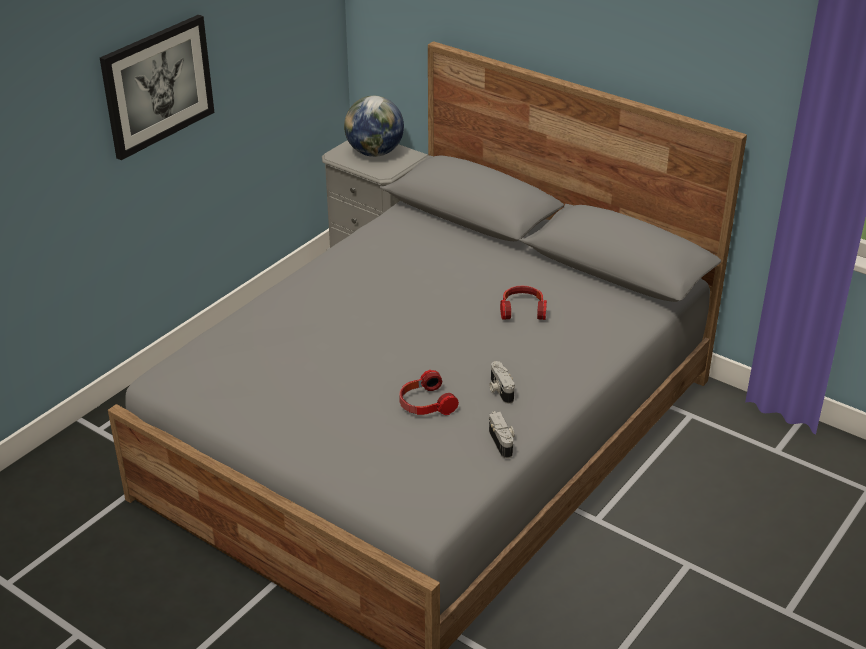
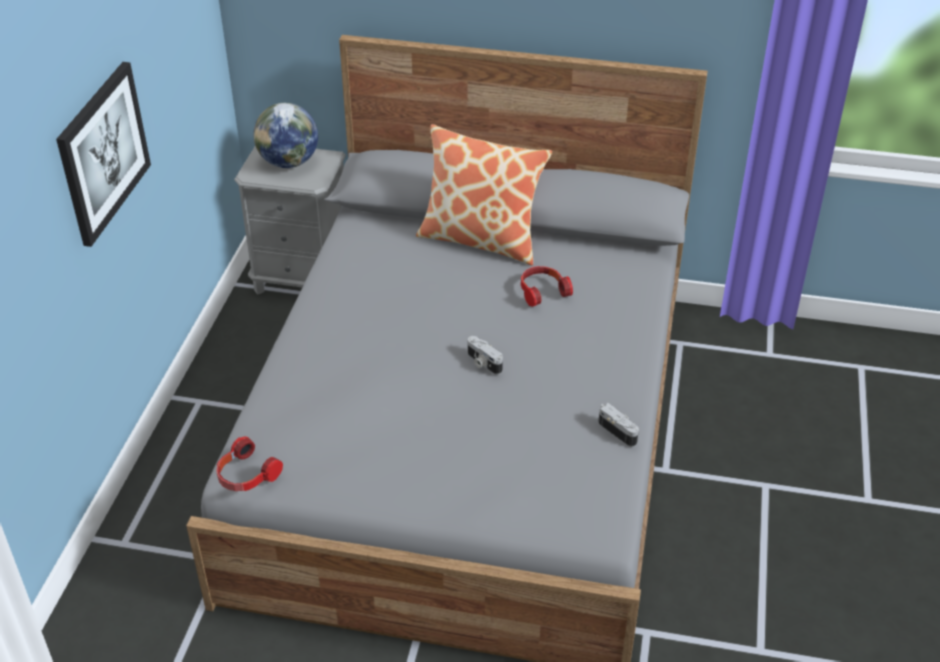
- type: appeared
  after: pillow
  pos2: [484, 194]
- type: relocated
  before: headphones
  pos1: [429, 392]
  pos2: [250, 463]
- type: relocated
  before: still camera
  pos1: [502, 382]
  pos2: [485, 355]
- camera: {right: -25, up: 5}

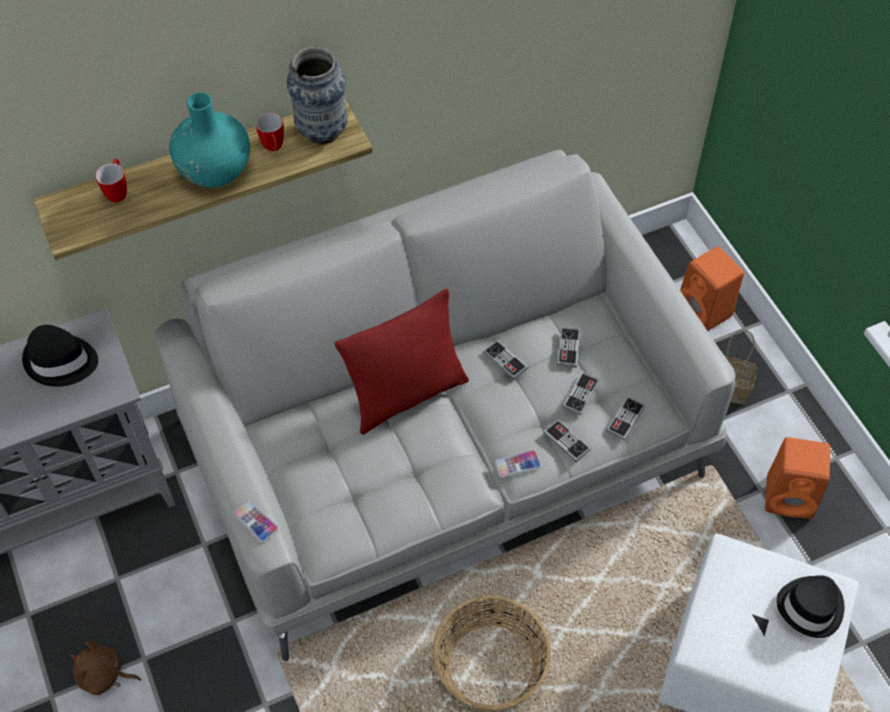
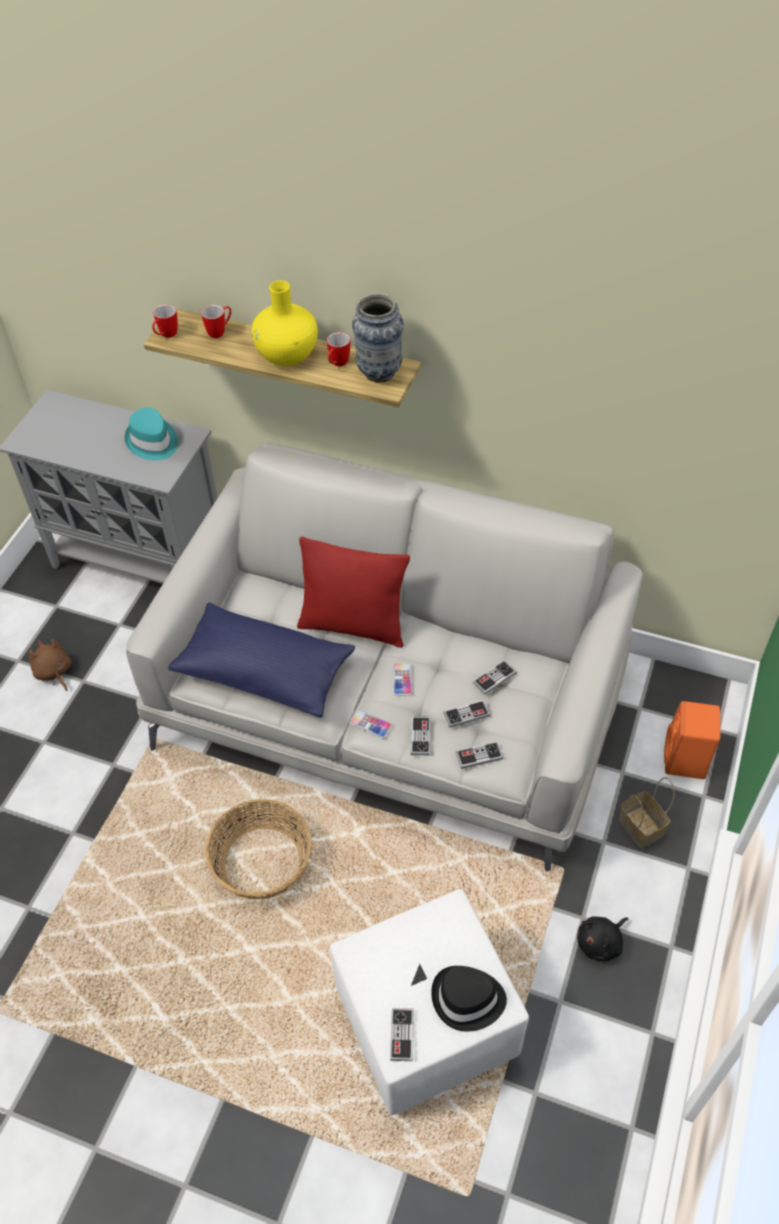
- type: appeared
  after: tea mug
  pos2: [165, 321]
- type: appeared
  after: bluish pillow
  pos2: [261, 660]
- type: relocated
  before: telephone
  pos1: [256, 521]
  pos2: [402, 679]
- type: relocated
  before: joypad
  pos1: [505, 359]
  pos2: [402, 1034]
- type: exchanged
  before: orange-coloured speaker
  after: blackish soft toy
  pos1: [797, 478]
  pos2: [602, 939]
- type: colour
  before: blackish wearable hat
  after: blue-green wearable hat
  pos1: [60, 356]
  pos2: [151, 433]
- type: colour
  before: blue-green flower vase
  after: yellow-coloured flower vase
  pos1: [209, 140]
  pos2: [284, 323]
- camera: {right: 45, up: -5}

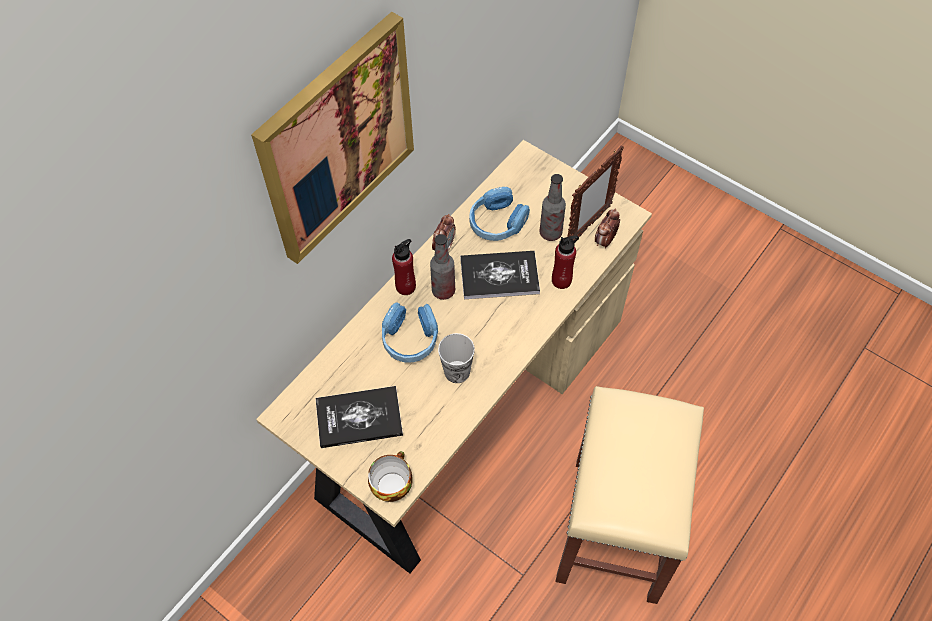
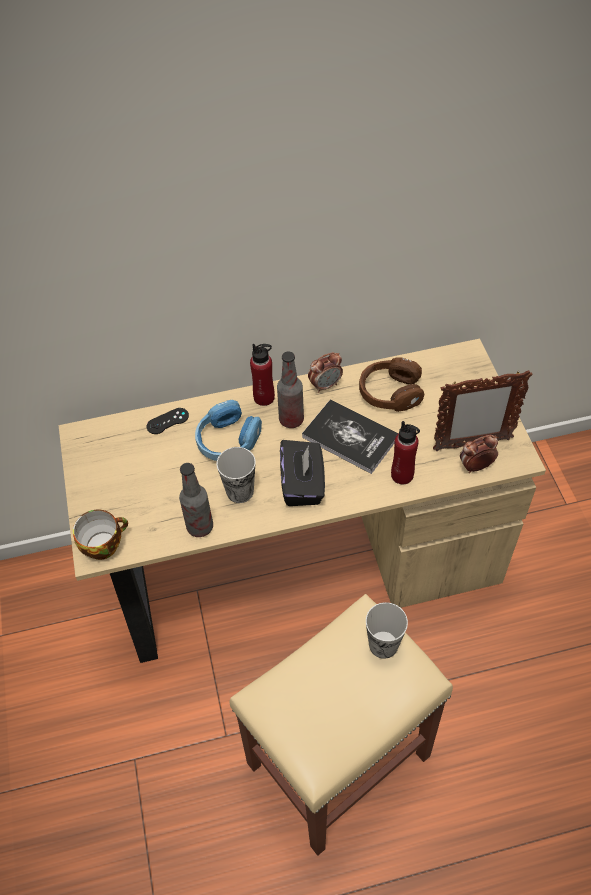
- type: missing
  before: wall picture
  pos1: [332, 138]
- type: missing
  before: bound book
  pos1: [359, 417]
- type: appeared
  after: blackish joypad
  pos2: [168, 421]
- type: appeared
  after: blackish tissue box
  pos2: [302, 473]
- type: appeared
  after: small cup
  pos2: [387, 630]
- type: relocated
  before: bottle
  pos1: [553, 207]
  pos2: [196, 500]
- type: colour
  before: bluish headphones
  after: brown headphones
  pos1: [499, 214]
  pos2: [391, 384]
- camera: {right: 40, up: -5}

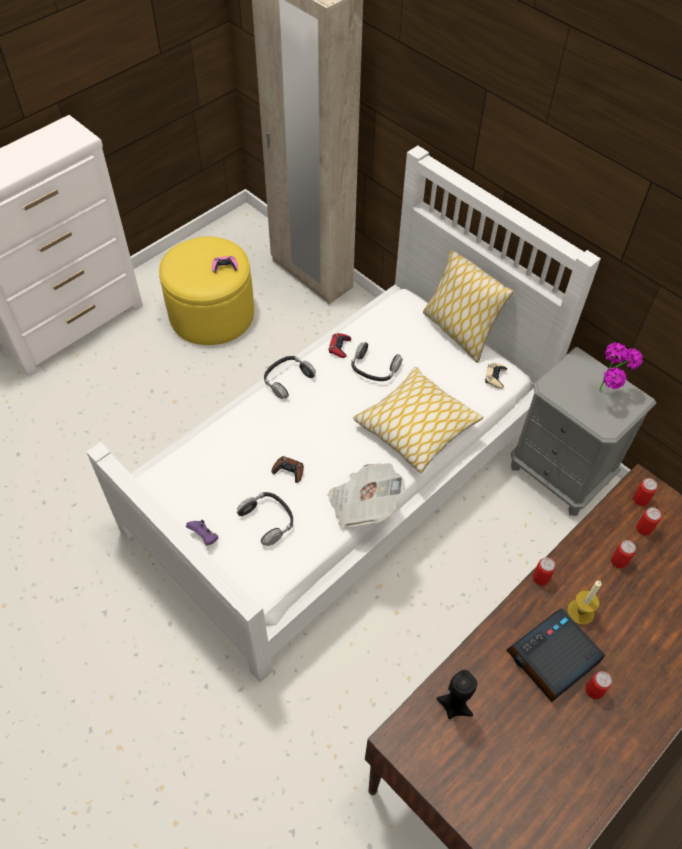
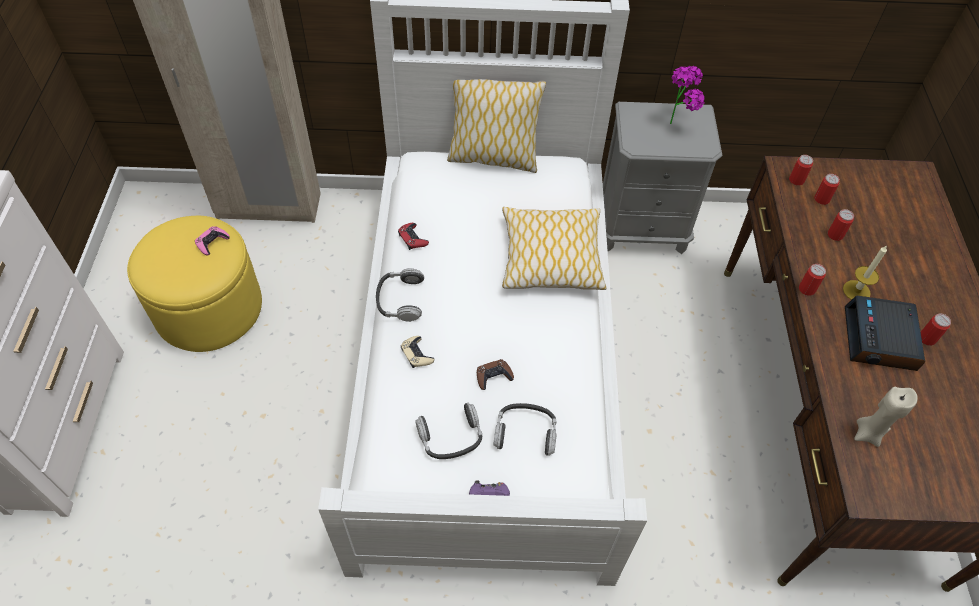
- type: missing
  before: printed paper
  pos1: [366, 495]
- type: relocated
  before: headphones
  pos1: [377, 361]
  pos2: [448, 431]
- type: relocated
  before: sand-coloured joypad
  pos1: [496, 376]
  pos2: [417, 352]
- type: colour
  before: blackish wax light
  after: sand-coloured wax light
  pos1: [456, 694]
  pos2: [886, 417]
- camera: {right: -45, up: 0}

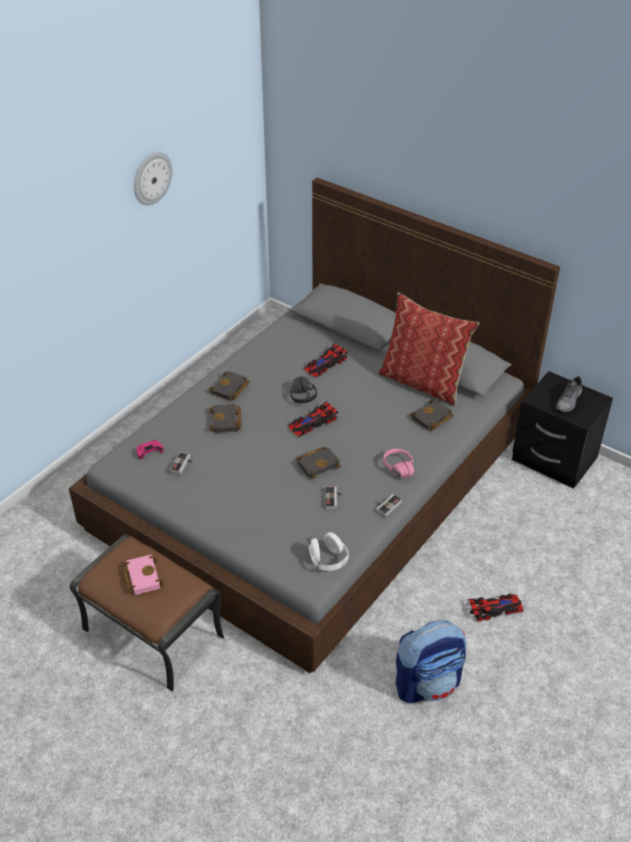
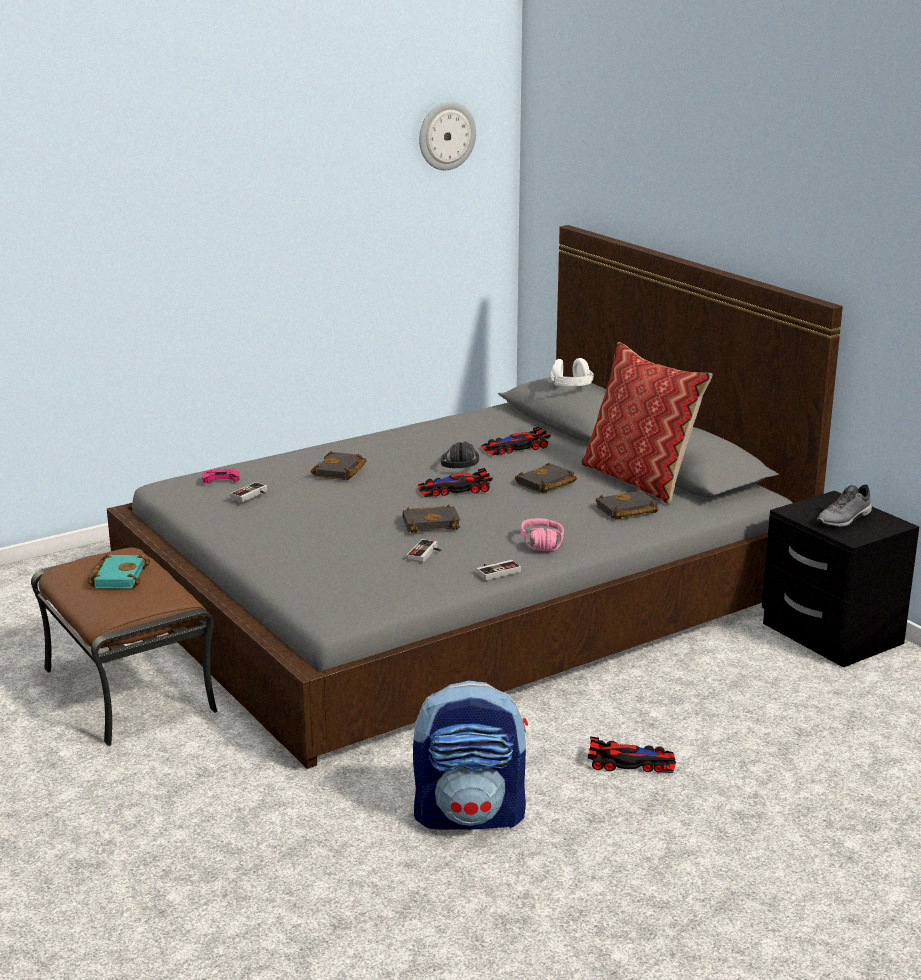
- type: relocated
  before: hanging clock
  pos1: [153, 178]
  pos2: [447, 135]
- type: relocated
  before: blackish bound book
  pos1: [229, 386]
  pos2: [546, 478]
- type: relocated
  before: whitish headphones
  pos1: [328, 551]
  pos2: [572, 372]
- type: colour
  before: pink bound book
  after: blue-green bound book
  pos1: [143, 575]
  pos2: [119, 571]
- camera: {right: 20, up: -20}

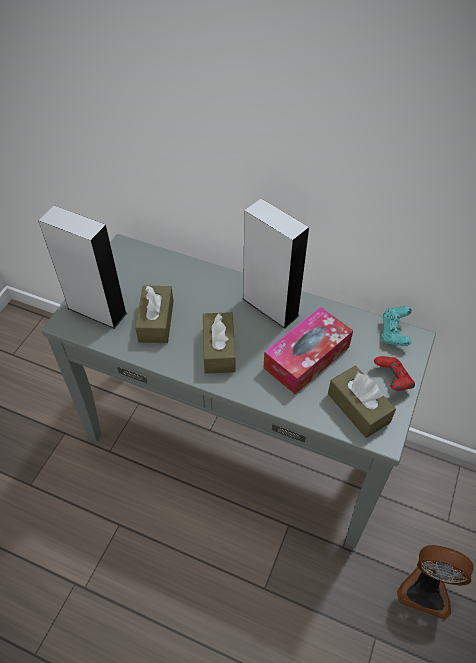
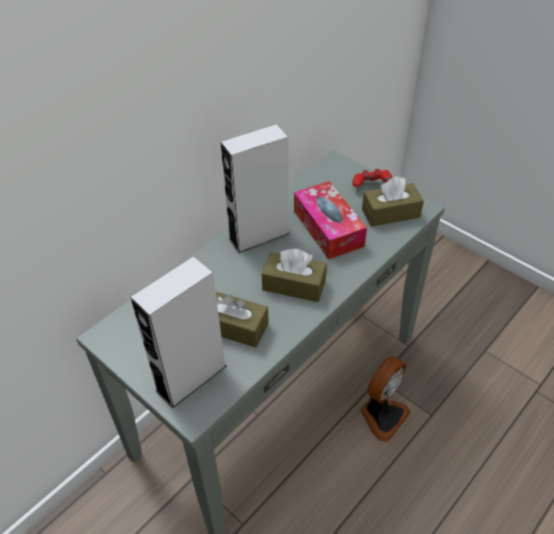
- type: missing
  before: blue-green joypad
  pos1: [397, 326]
- type: relocated
  before: electric fan
  pos1: [435, 582]
  pos2: [385, 399]
- camera: {right: -70, up: -5}

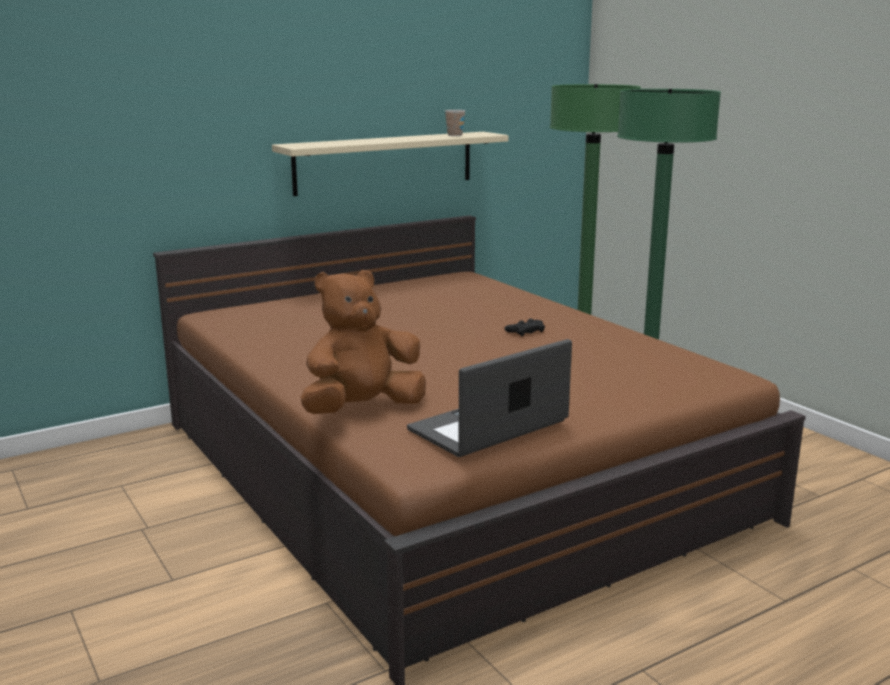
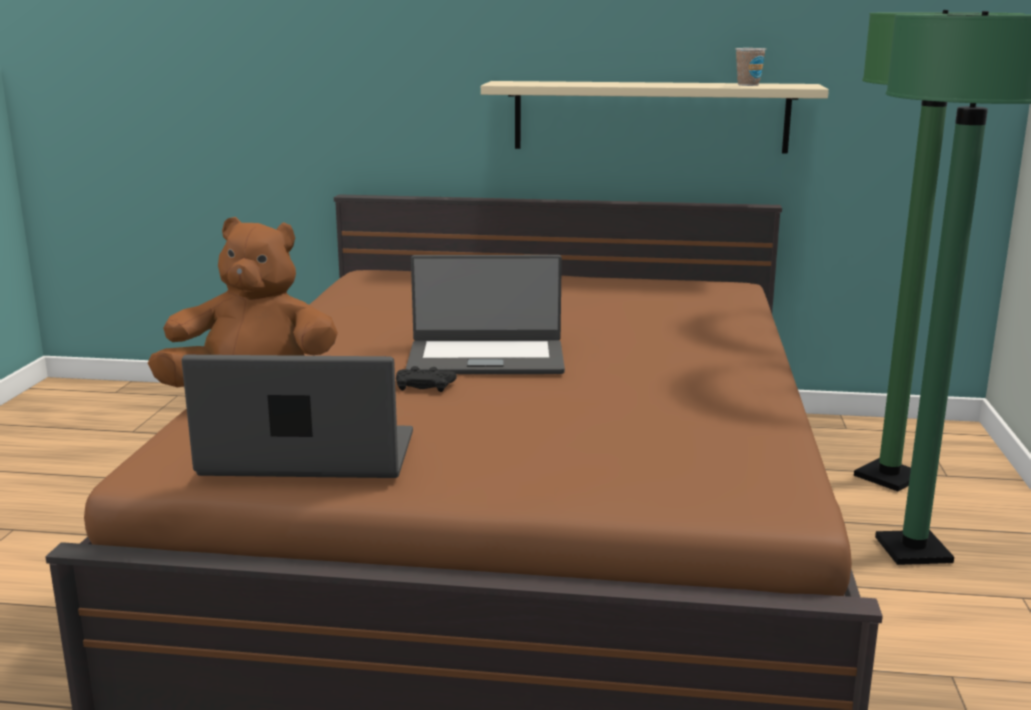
- type: appeared
  after: portable computer
  pos2: [485, 314]
- type: relocated
  before: blackish joypad
  pos1: [524, 327]
  pos2: [426, 379]
- camera: {right: 40, up: 0}

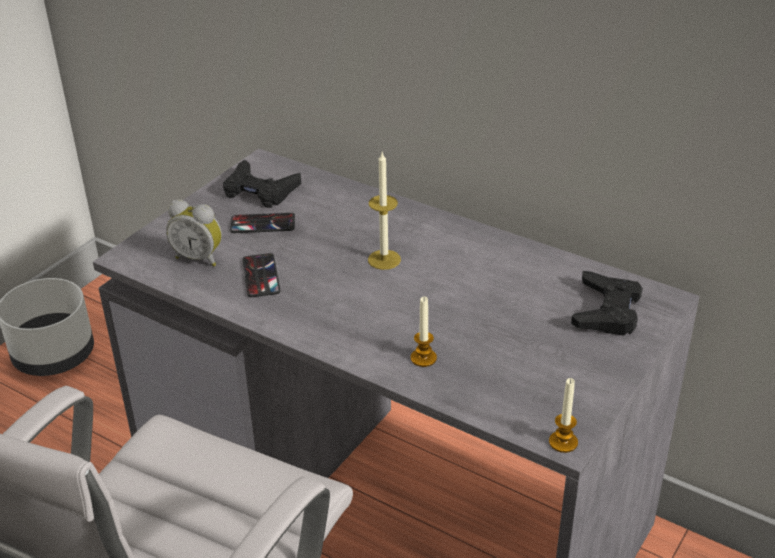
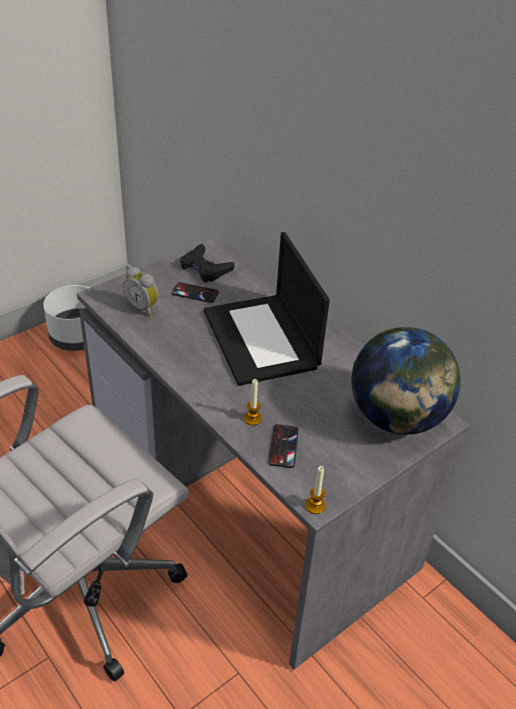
- type: relocated
  before: telephone
  pos1: [261, 275]
  pos2: [283, 446]
- type: exchanged
  before: wax light
  after: portable computer
  pos1: [384, 211]
  pos2: [267, 309]
- type: exchanged
  before: blackish joypad
  after: globe
  pos1: [607, 303]
  pos2: [406, 381]
- camera: {right: 15, up: 5}

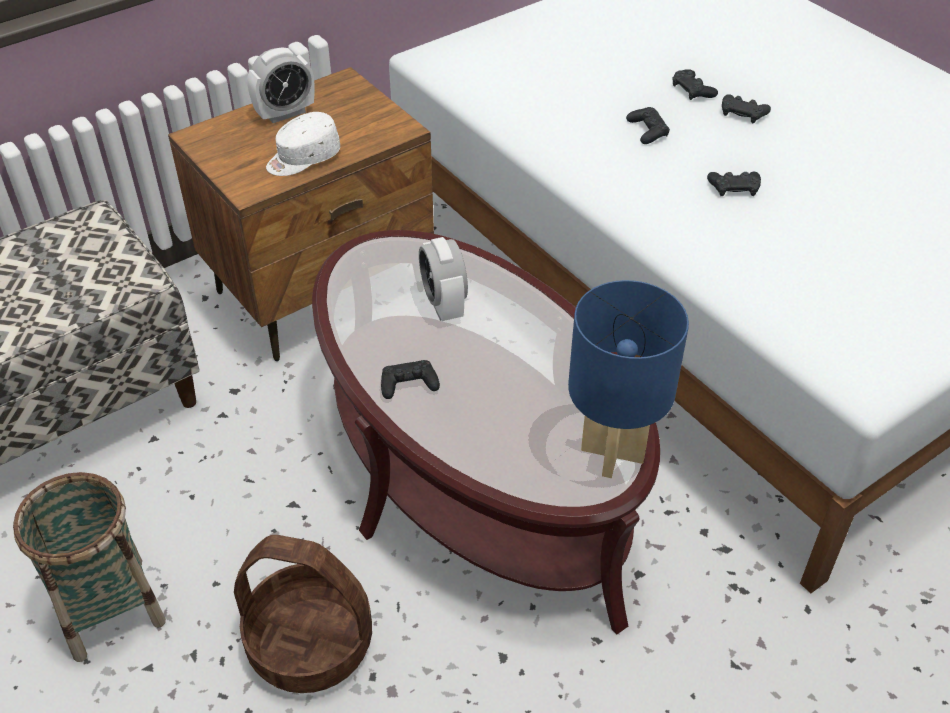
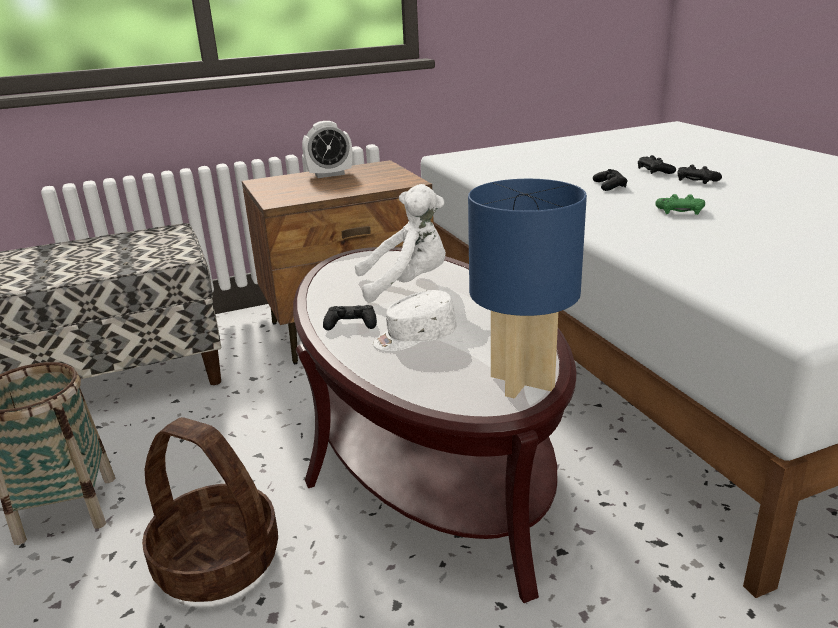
- type: relocated
  before: whitish peaked cap
  pos1: [303, 144]
  pos2: [415, 321]
- type: exchanged
  before: table clock
  after: whitish soft toy
  pos1: [443, 279]
  pos2: [400, 243]
- type: colour
  before: blackish joypad
  after: greenish joypad
  pos1: [734, 184]
  pos2: [680, 204]
- camera: {right: 15, up: -20}

